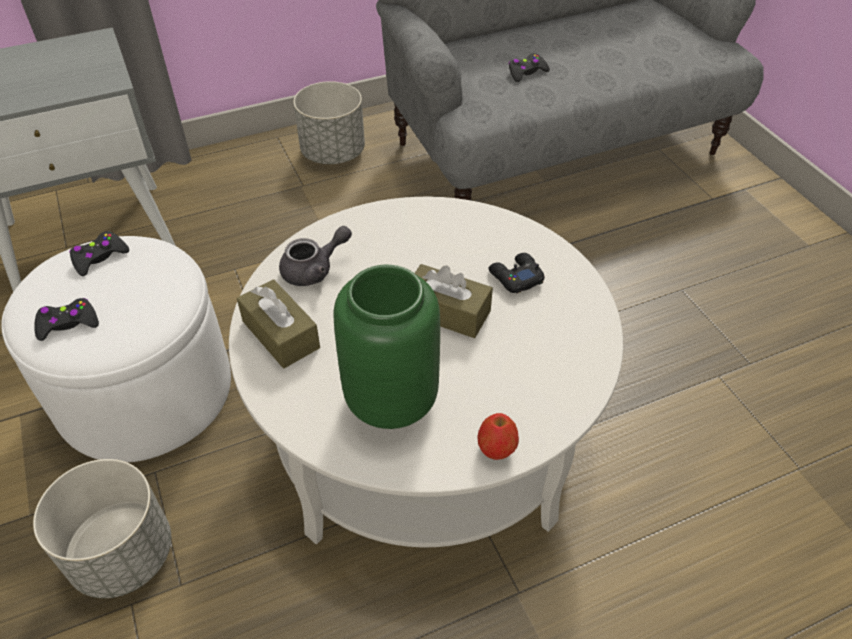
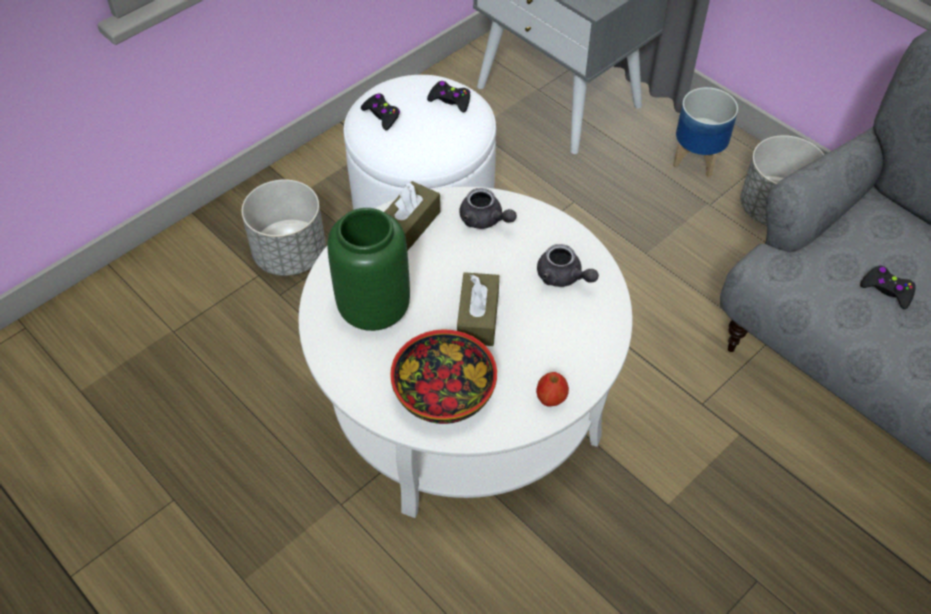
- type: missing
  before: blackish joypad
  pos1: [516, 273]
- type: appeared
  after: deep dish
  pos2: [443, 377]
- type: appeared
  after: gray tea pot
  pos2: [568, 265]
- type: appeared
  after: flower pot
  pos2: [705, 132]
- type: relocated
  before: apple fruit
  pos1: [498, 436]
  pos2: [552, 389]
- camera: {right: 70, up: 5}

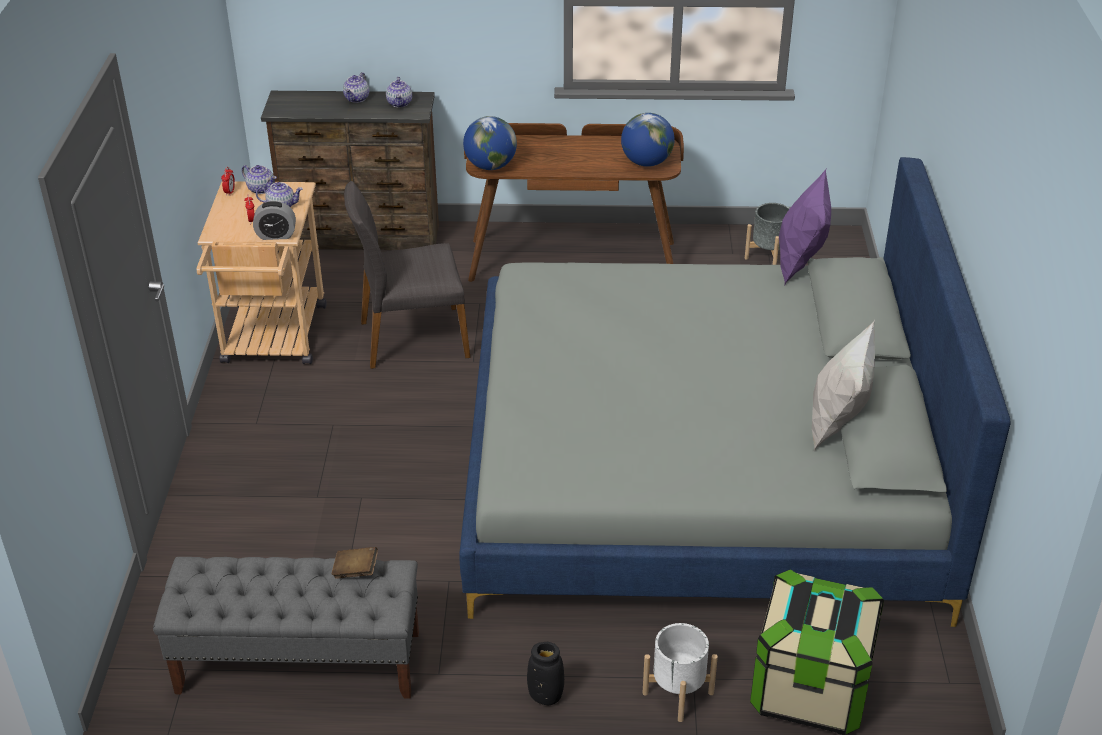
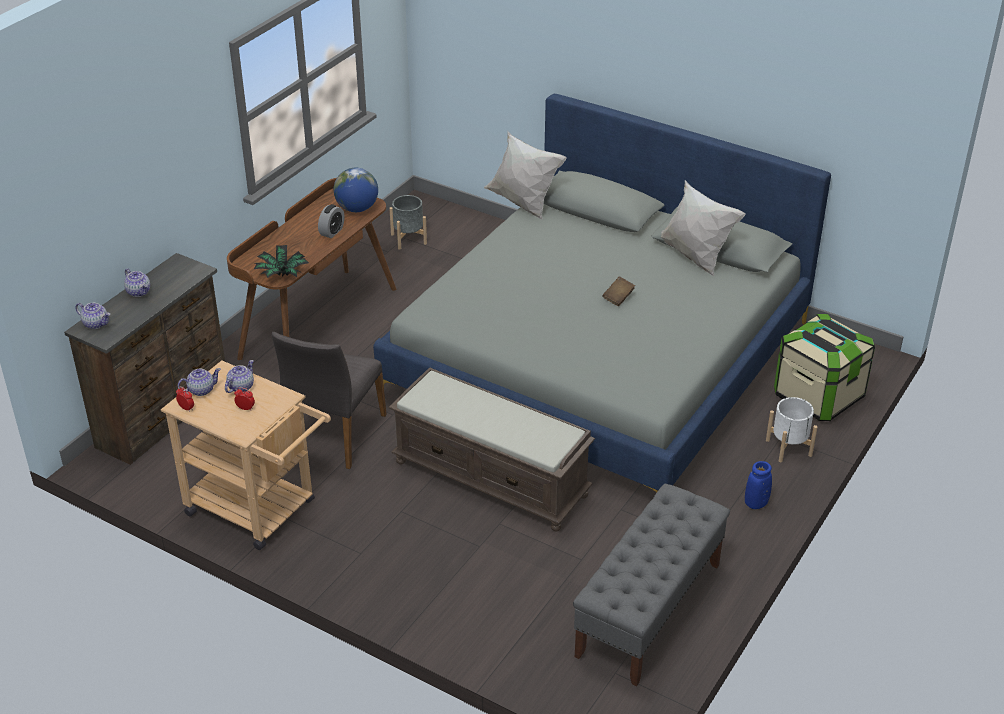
- type: appeared
  after: brown long seat
  pos2: [492, 449]
- type: relocated
  before: table clock
  pos1: [274, 220]
  pos2: [331, 221]
- type: relocated
  before: brown bound book
  pos1: [354, 563]
  pos2: [618, 291]
- type: relocated
  before: tea pot
  pos1: [399, 92]
  pos2: [92, 316]
- type: exchanged
  before: globe
  after: plant in a pot
  pos1: [490, 143]
  pos2: [281, 261]
- type: colour
  before: blackish flower vase
  after: bluish flower vase
  pos1: [545, 673]
  pos2: [758, 485]
- type: colour
  before: purple pillow
  after: whitish pillow
  pos1: [805, 226]
  pos2: [525, 175]
- camera: {right: -60, up: 0}

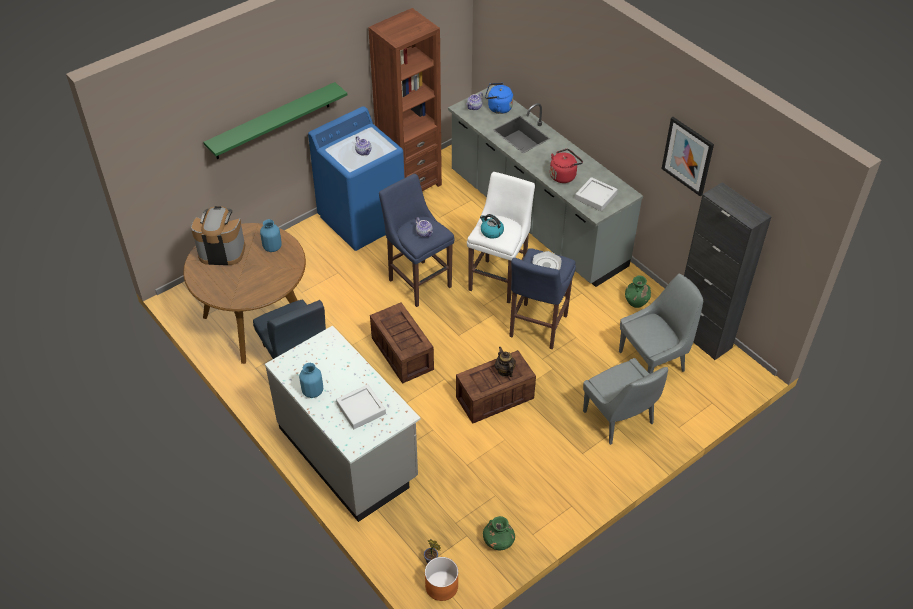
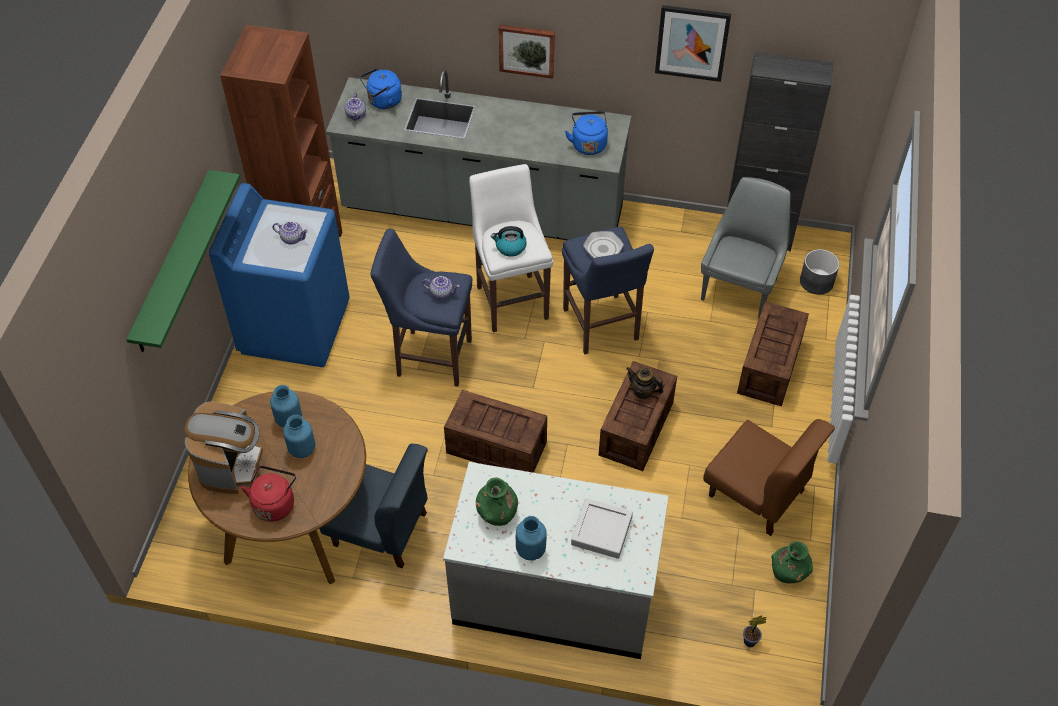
- type: missing
  before: orange-coloured flower pot
  pos1: [441, 579]
- type: appeared
  after: bluish flower vase
  pos2: [299, 436]
- type: appeared
  after: wall picture
  pos2: [527, 52]
- type: appeared
  after: brown upright chair
  pos2: [769, 477]
- type: appeared
  after: gray flower pot
  pos2: [820, 272]
- type: relocated
  before: red tea kettle
  pos1: [566, 166]
  pos2: [268, 494]
- type: relocated
  before: greenish flower vase
  pos1: [638, 291]
  pos2: [497, 502]
- type: exchanged
  before: gray serving tray
  after: bluish tea kettle
  pos1: [596, 194]
  pos2: [586, 133]
- type: exchanged
  before: gray upright chair
  after: crate
  pos1: [625, 401]
  pos2: [773, 354]
- type: spun
  before: coffee brewer
  pos1: [218, 235]
  pos2: [223, 447]
  turn: 135
- camera: {right: -40, up: 5}

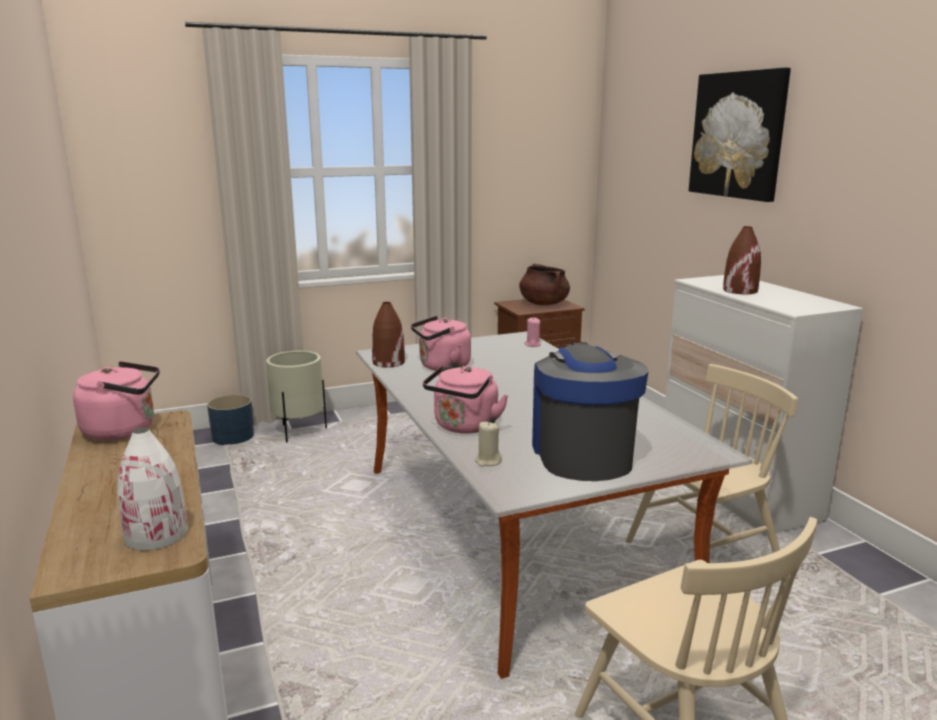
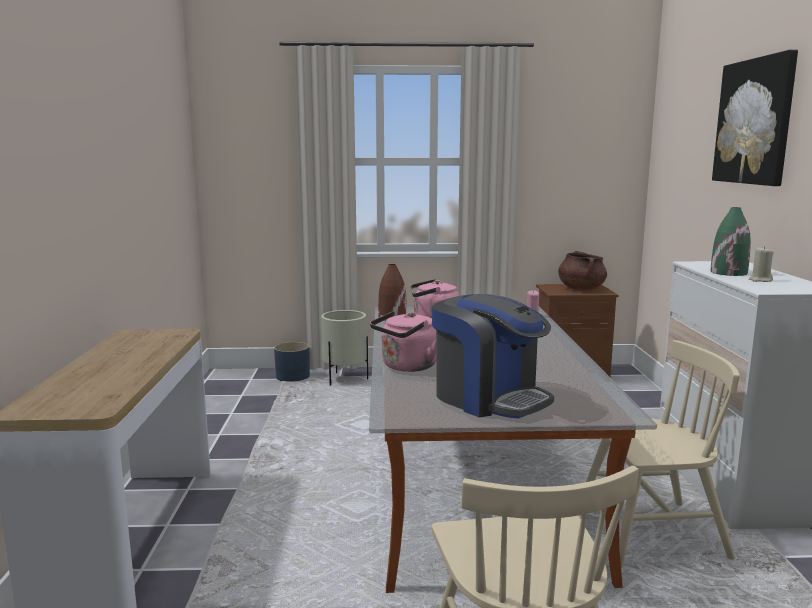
- type: missing
  before: pink tea kettle
  pos1: [116, 401]
- type: missing
  before: whitish flower vase
  pos1: [152, 489]
- type: relocated
  before: sand-coloured wax light
  pos1: [488, 444]
  pos2: [761, 264]
- type: colour
  before: brown flower vase
  after: greenish flower vase
  pos1: [742, 260]
  pos2: [731, 241]
- type: spun
  before: coffee brewer
  pos1: [590, 411]
  pos2: [492, 356]
  turn: 120
- camera: {right: 20, up: -5}

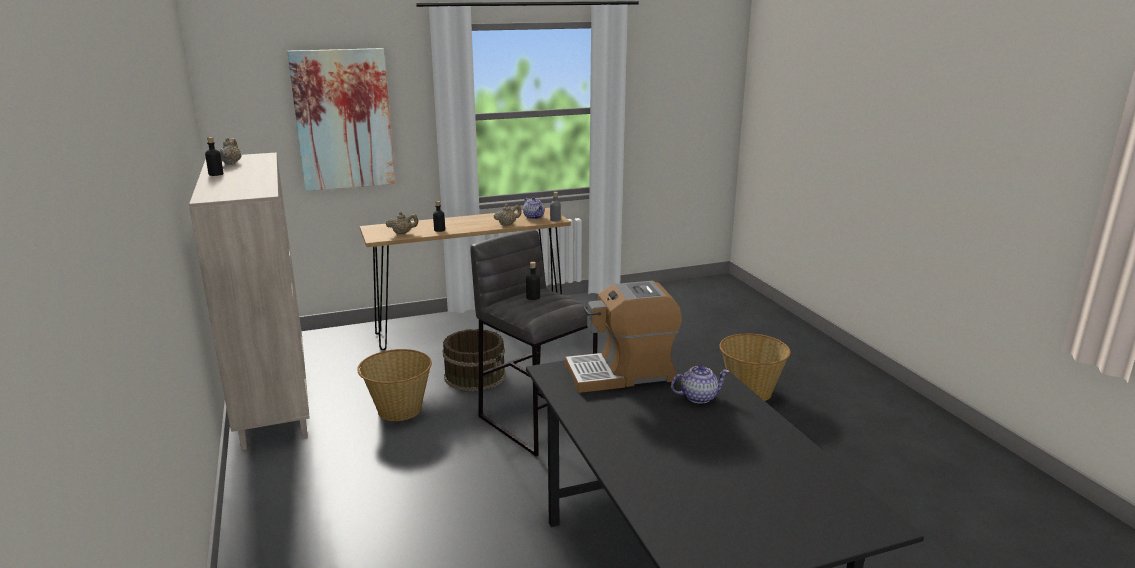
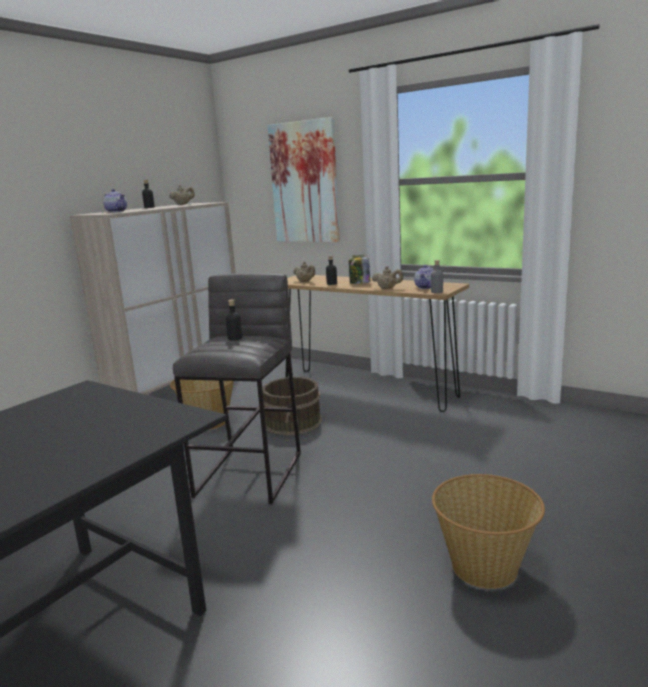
- type: missing
  before: coffee brewer
  pos1: [623, 337]
- type: appeared
  after: preserve jar
  pos2: [360, 269]
- type: relocated
  before: tea pot
  pos1: [700, 384]
  pos2: [115, 200]
- camera: {right: 55, up: -5}

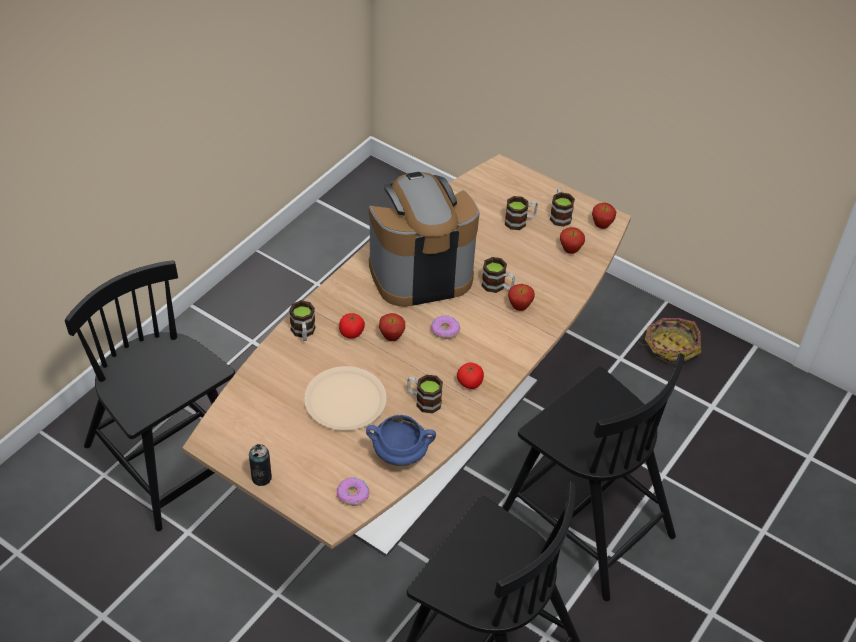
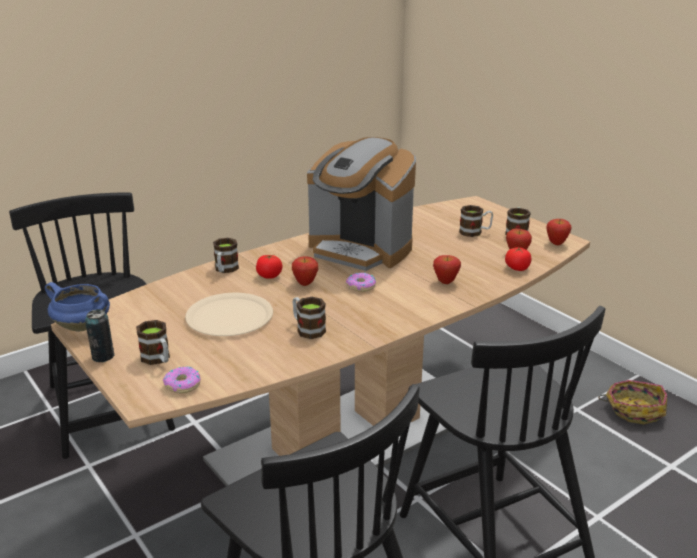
- type: relocated
  before: bluish stockpot
  pos1: [401, 440]
  pos2: [77, 306]
- type: relocated
  before: whole tomato
  pos1: [470, 375]
  pos2: [518, 259]
- type: relocated
  before: tea mug
  pos1: [498, 275]
  pos2: [153, 342]
- type: spun
  before: coffee brewer
  pos1: [424, 239]
  pos2: [361, 204]
  turn: -150
- camera: {right: 20, up: -20}

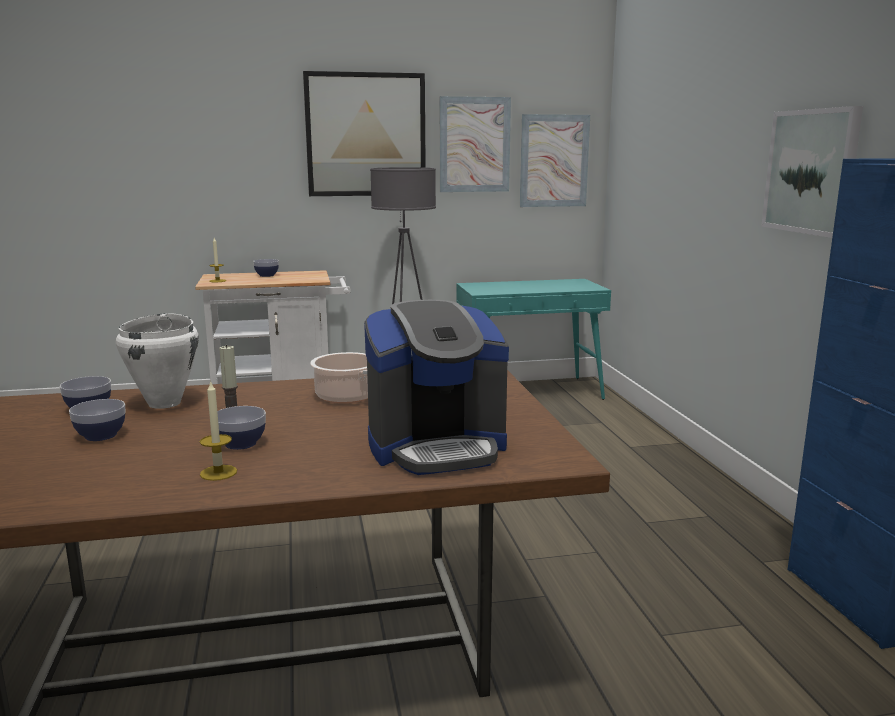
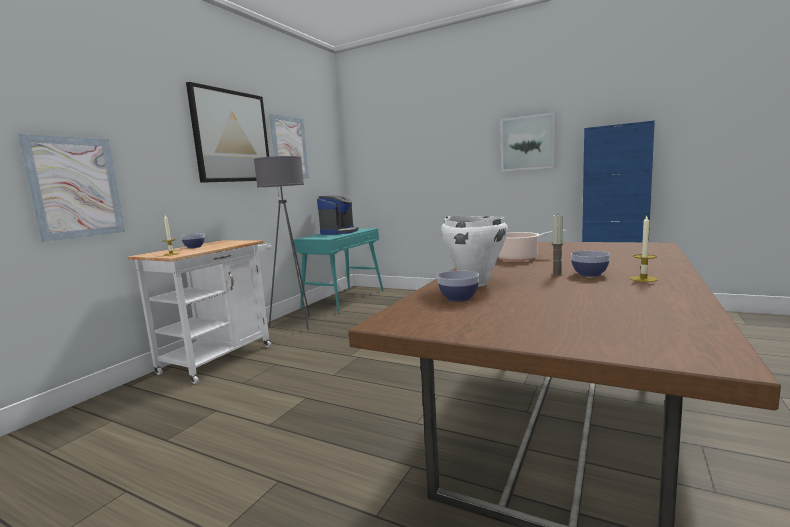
- type: missing
  before: deep dish
  pos1: [97, 420]
- type: relocated
  before: coffee brewer
  pos1: [436, 387]
  pos2: [338, 215]
- type: relocated
  before: wall picture
  pos1: [555, 160]
  pos2: [71, 188]
- camera: {right: -50, up: -5}

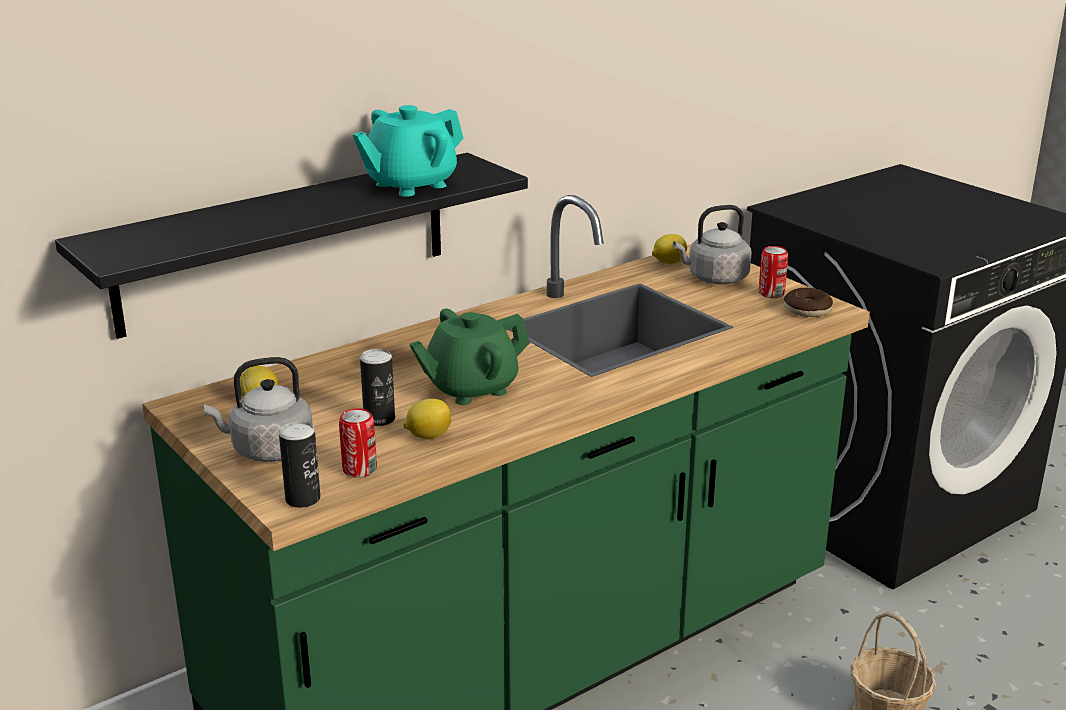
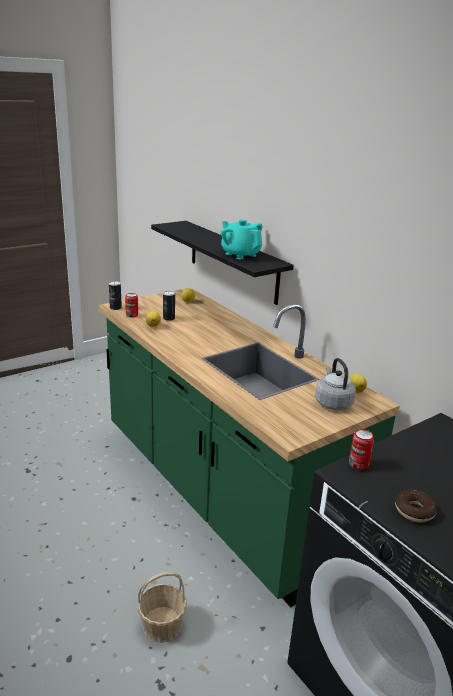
- type: missing
  before: gray tea kettle
  pos1: [258, 409]
- type: missing
  before: greenish tea pot
  pos1: [470, 356]
- type: relocated
  before: sealed can
  pos1: [773, 272]
  pos2: [361, 449]
- type: relocated
  before: ring doughnut
  pos1: [808, 302]
  pos2: [416, 506]
- camera: {right: 90, up: 0}

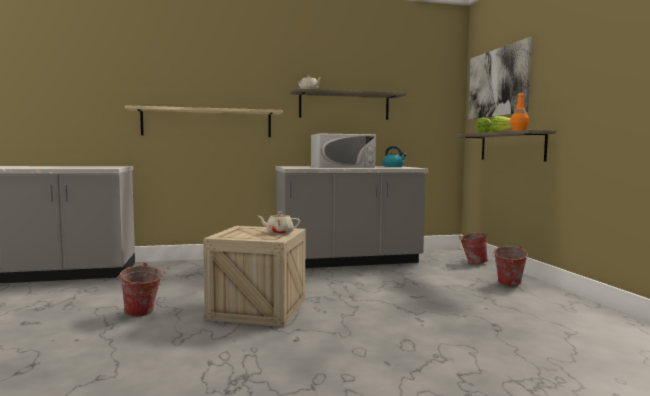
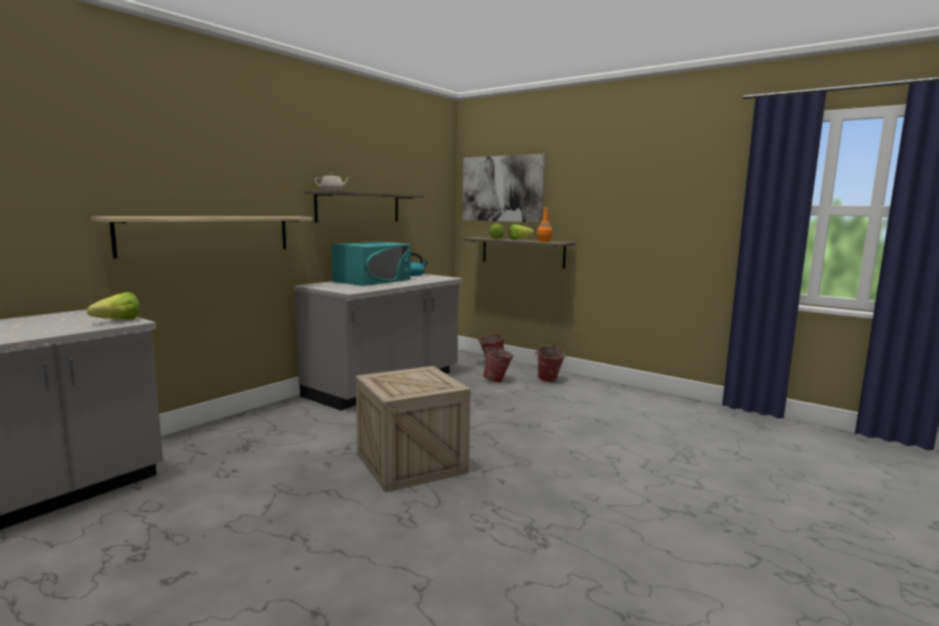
- type: missing
  before: sand-coloured tea pot
  pos1: [279, 223]
- type: appeared
  after: lettuce head
  pos2: [113, 306]
- type: relocated
  before: bucket
  pos1: [139, 290]
  pos2: [498, 363]
- type: colour
  before: whitish microwave
  after: blue-green microwave
  pos1: [343, 150]
  pos2: [371, 264]
- camera: {right: -40, up: 5}

